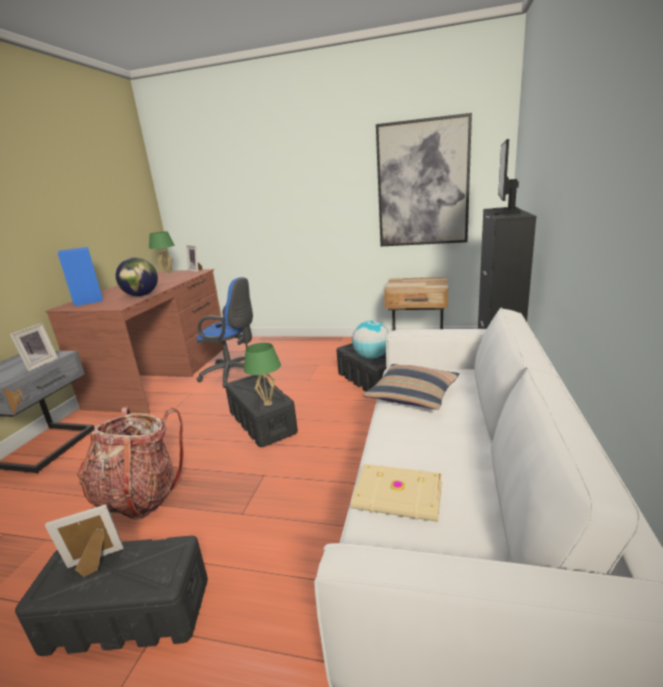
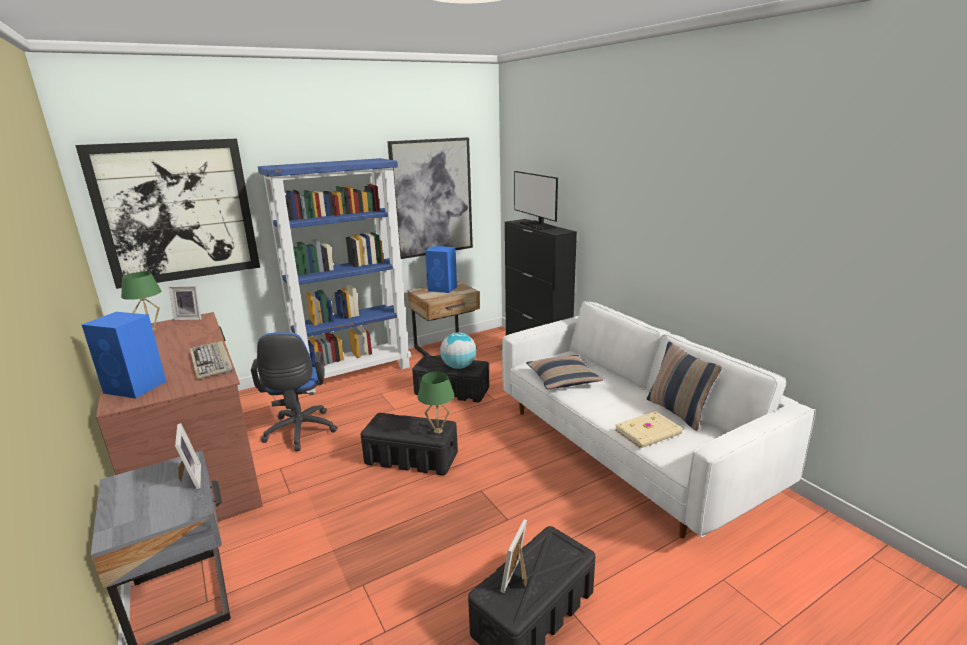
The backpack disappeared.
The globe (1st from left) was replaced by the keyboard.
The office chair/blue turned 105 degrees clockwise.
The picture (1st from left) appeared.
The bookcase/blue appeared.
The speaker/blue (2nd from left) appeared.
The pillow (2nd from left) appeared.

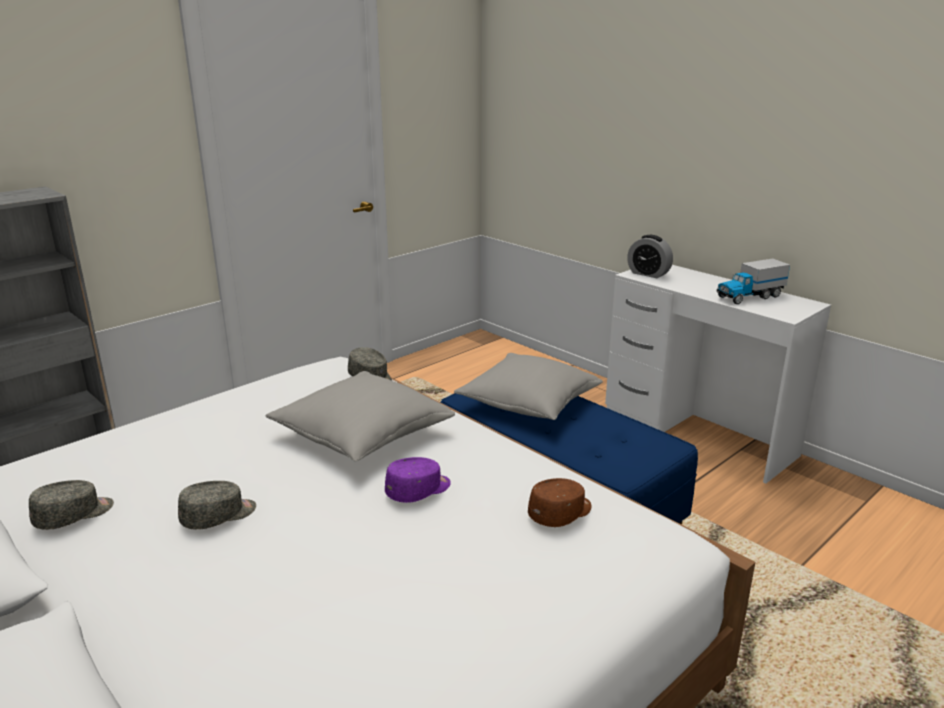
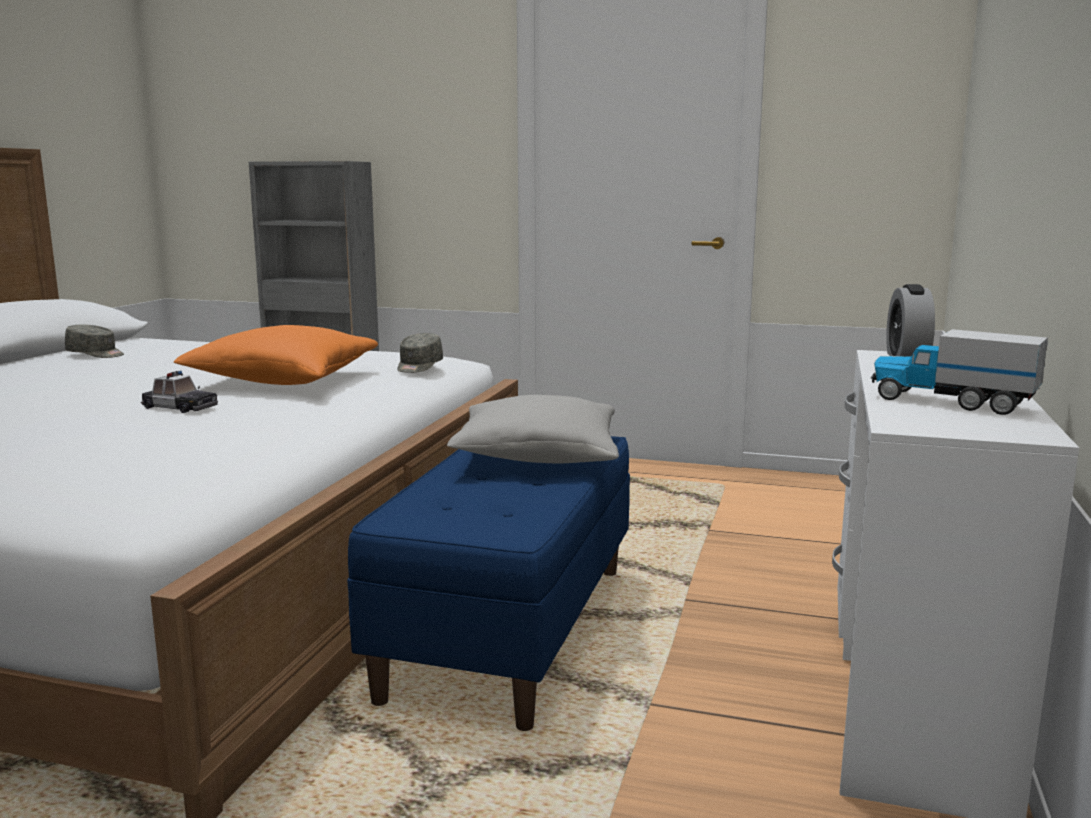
The cap/grey (2nd from left) disappeared.
The pillow/grey (1st from left) became the pillow/orange.
The cap/purple was replaced by the toy car.
The cap/brown disappeared.

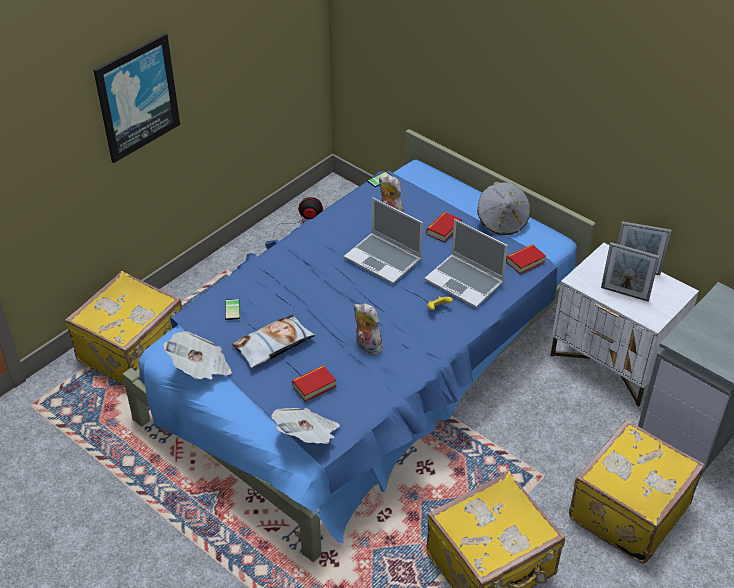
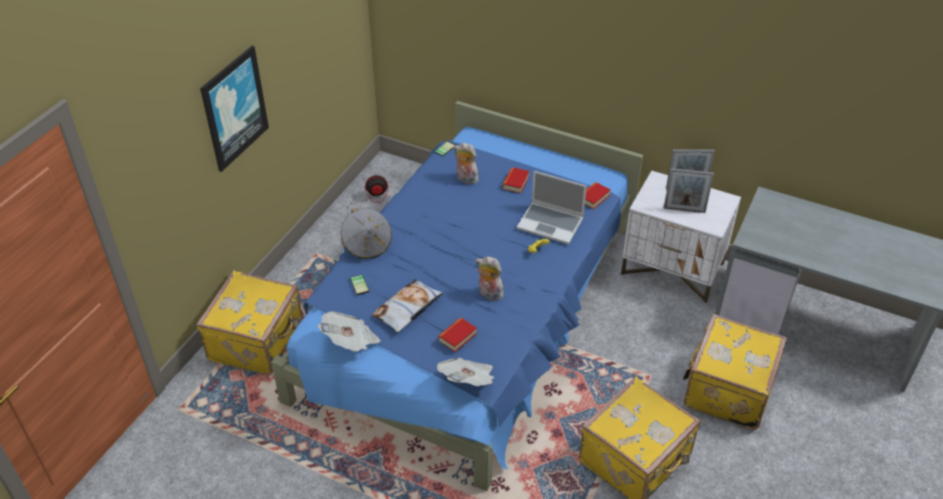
The laptop (1st from left) disappeared.
The hat/grey moved.

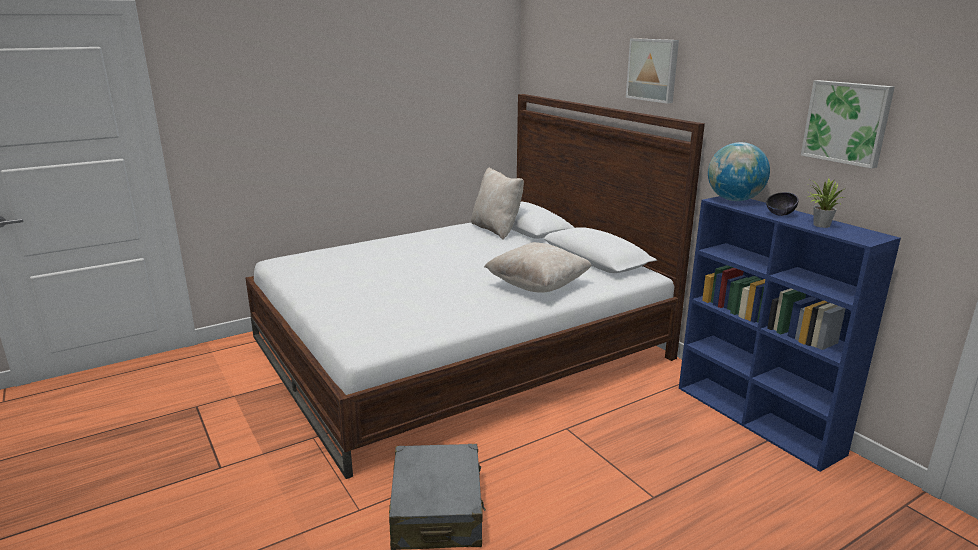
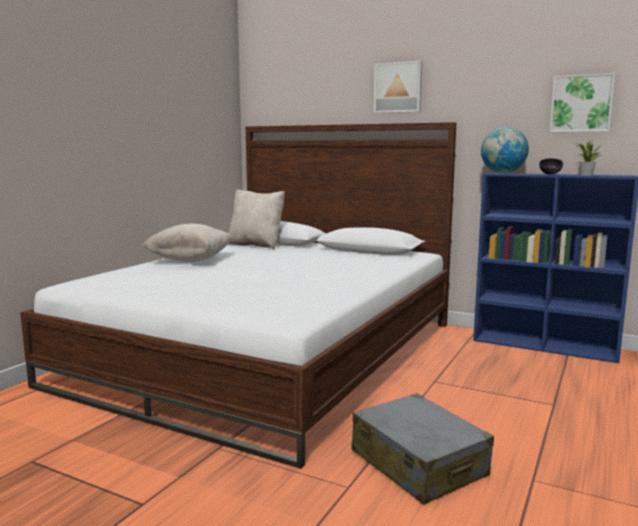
The pillow/beige (2nd from left in the first image) moved.

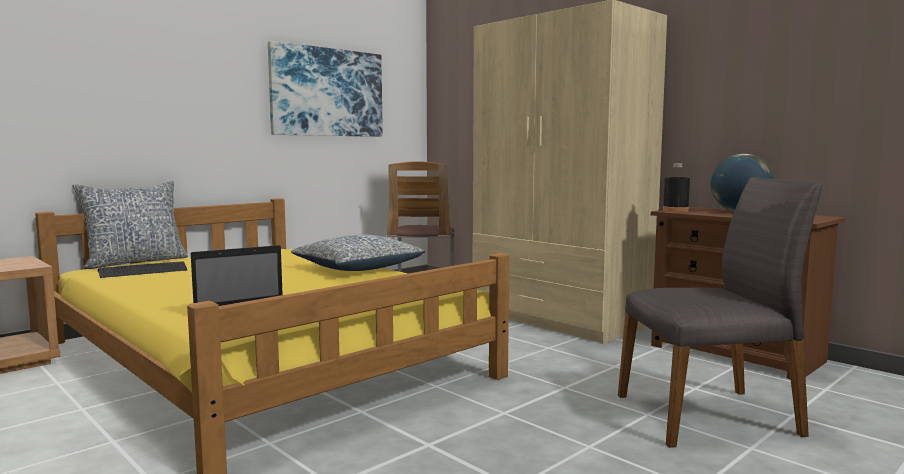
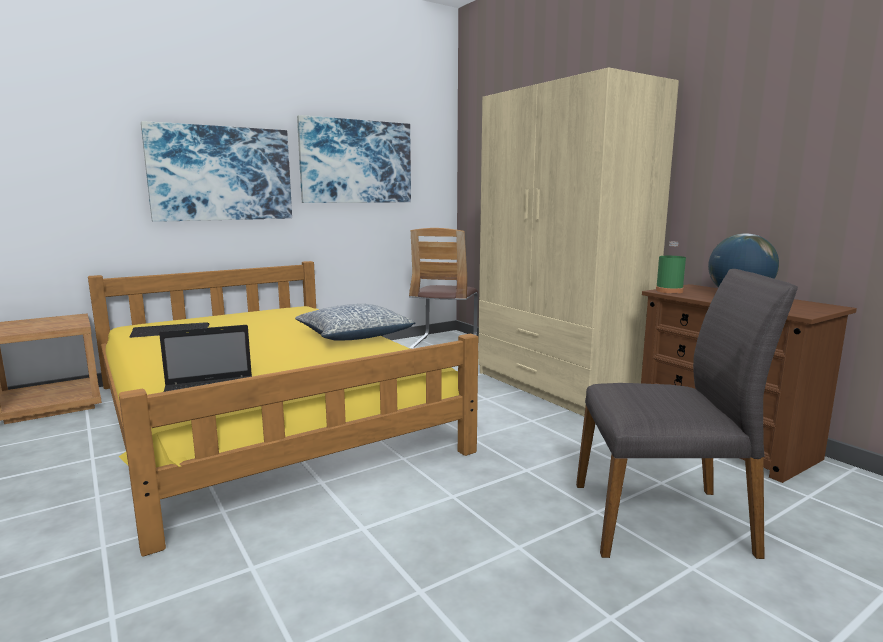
The pillow (1st from left) disappeared.
The bottle/black became the bottle/green.
The picture (1st from left) appeared.

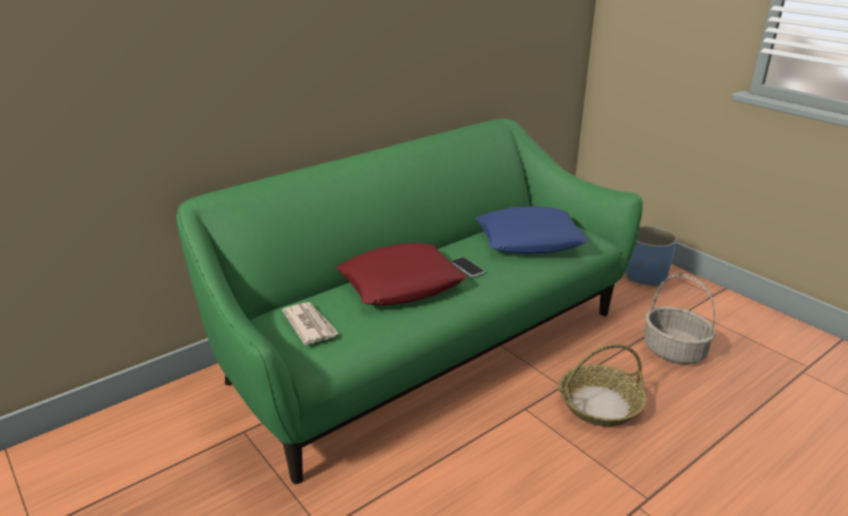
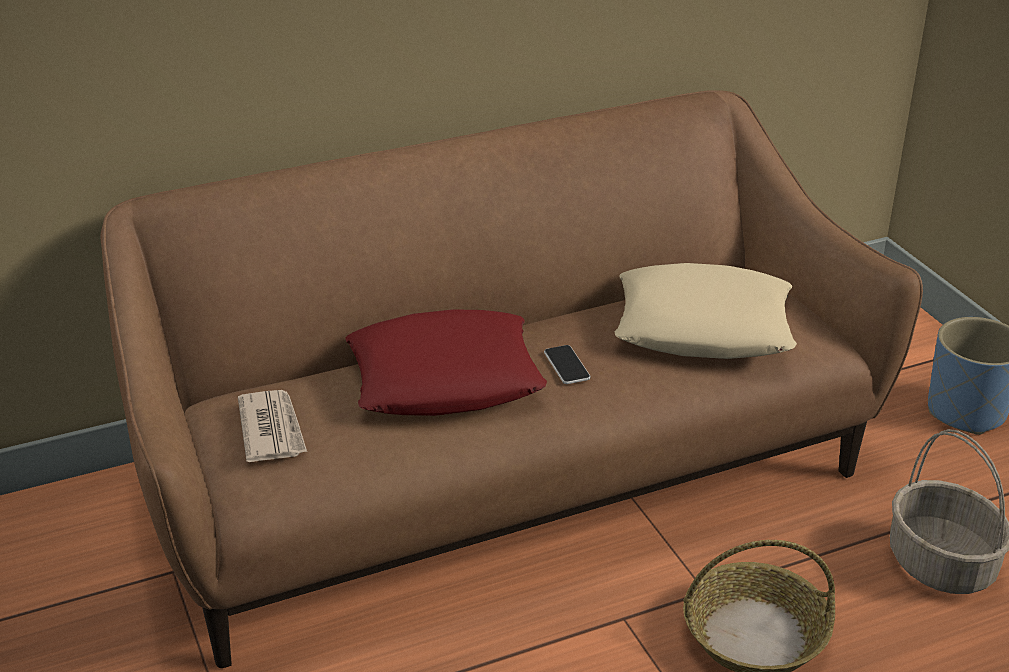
The sofa/green became the sofa/brown.
The pillow/blue became the pillow/beige.

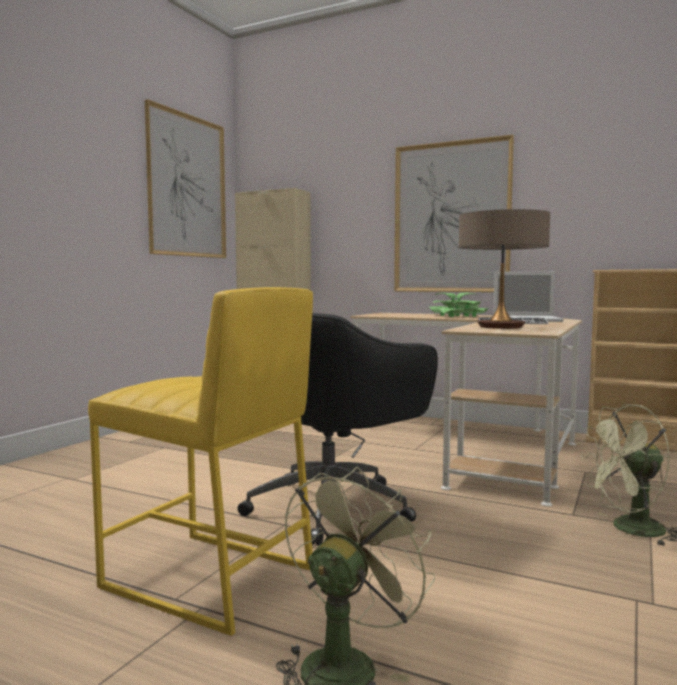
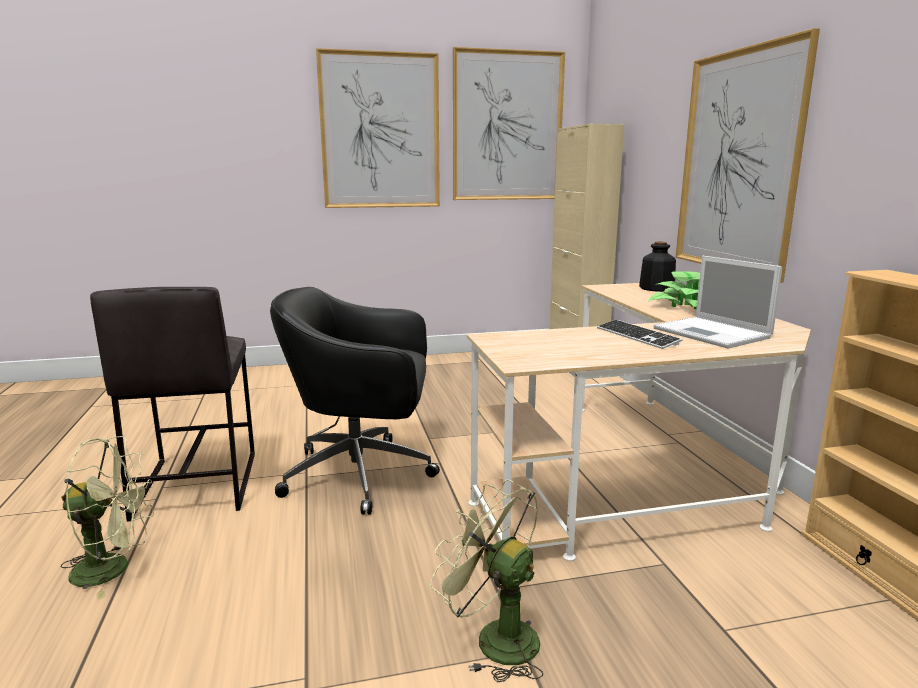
The stool/yellow became the stool/grey.
The table lamp disappeared.
The picture (1st from left) appeared.
The bottle appeared.

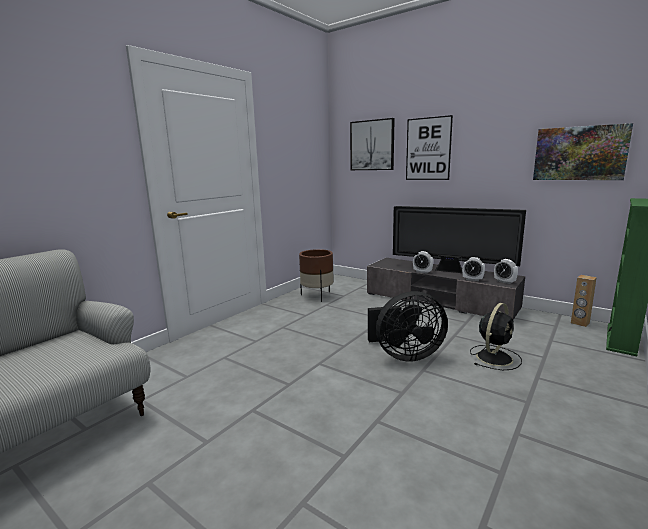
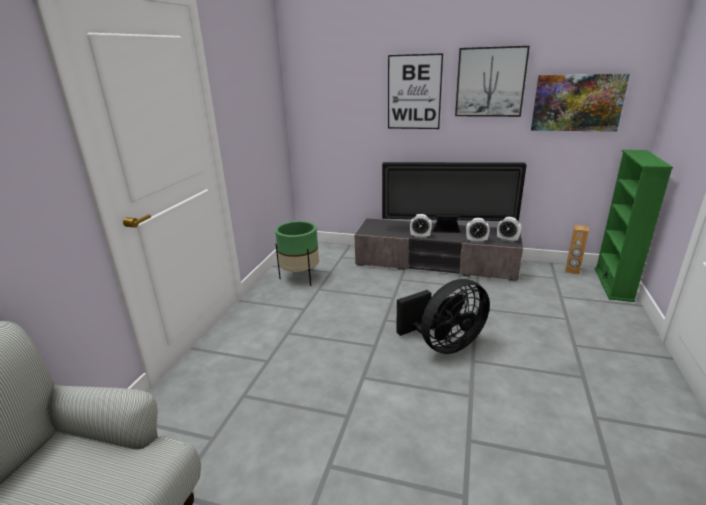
The planter/brown became the planter/green.
The picture (1st from left in the first image) moved.
The fan/black (2nd from left) disappeared.

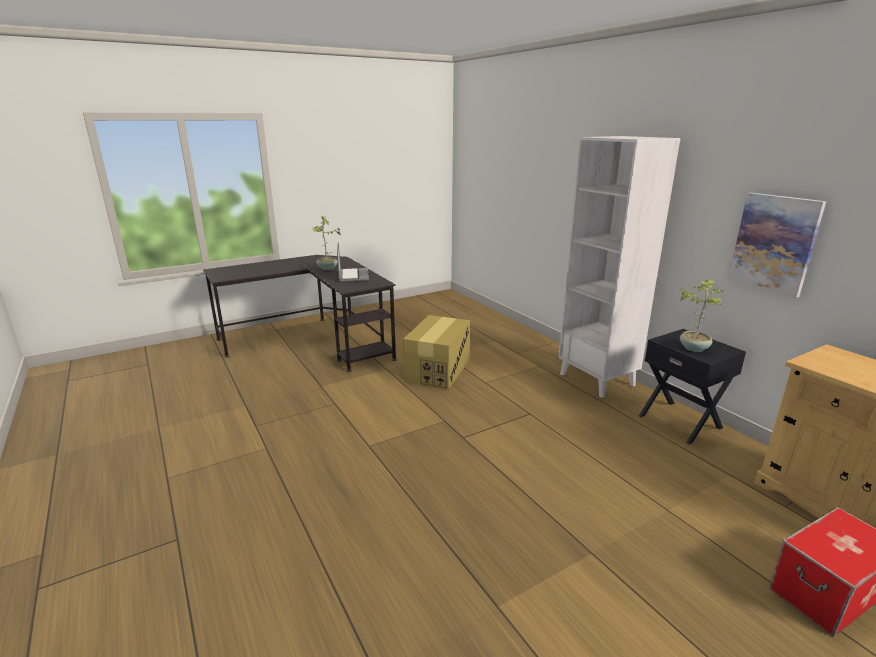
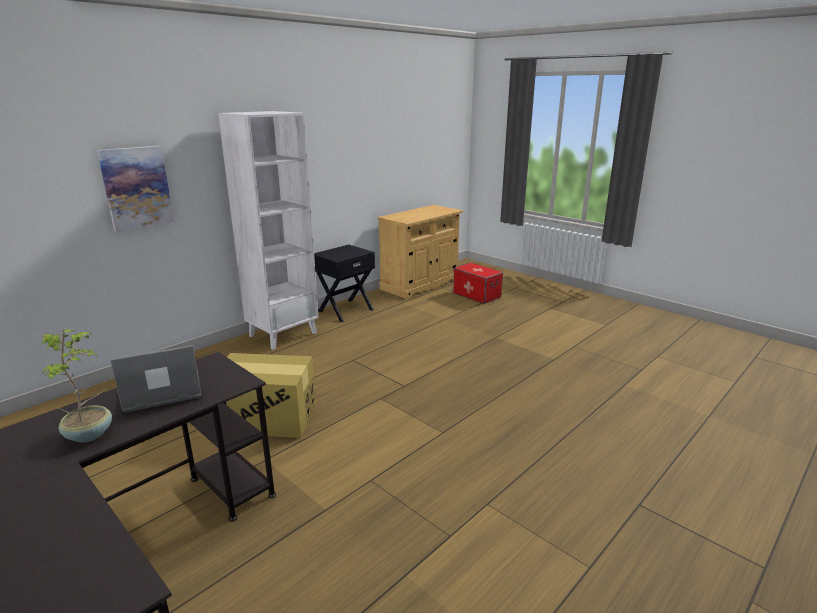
The potted plant (2nd from left) disappeared.
The picture moved.

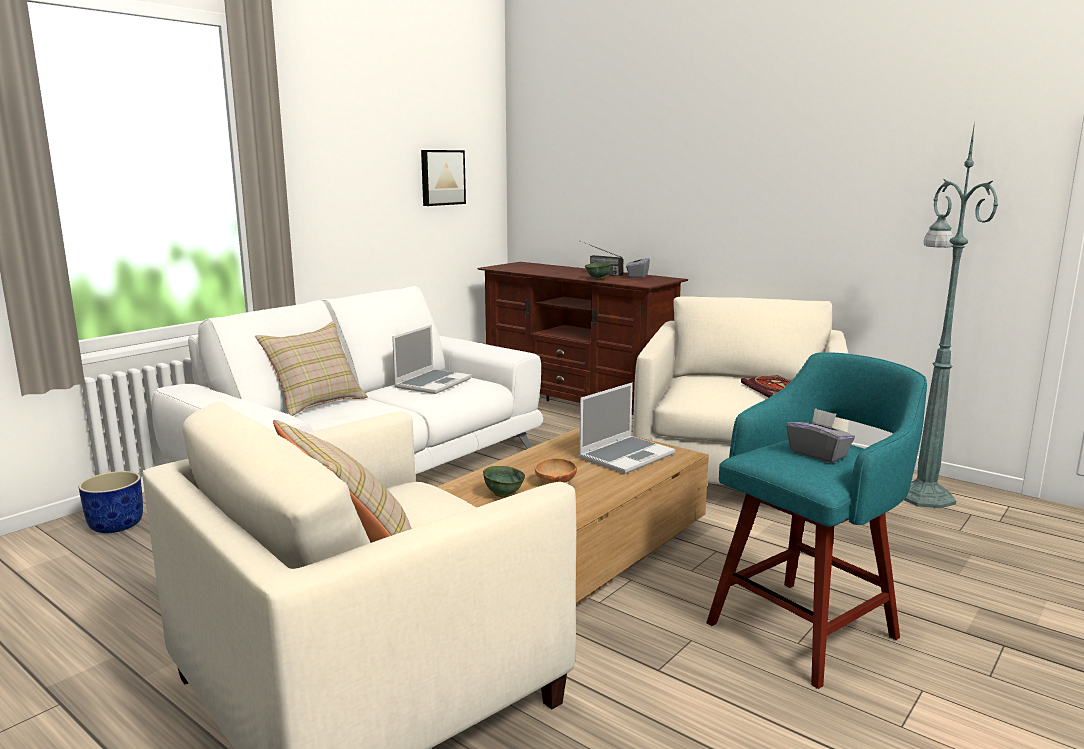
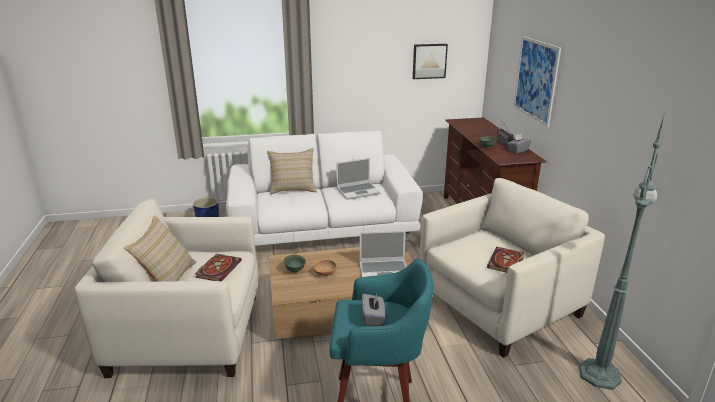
The book (1st from left) appeared.
The picture (2nd from left) appeared.

